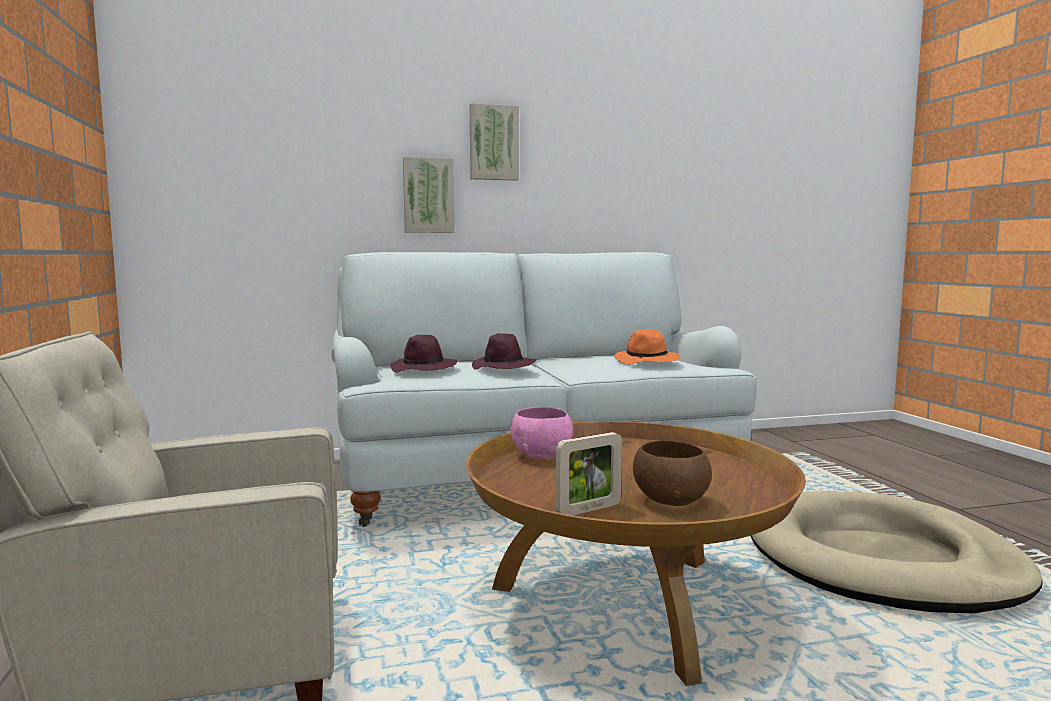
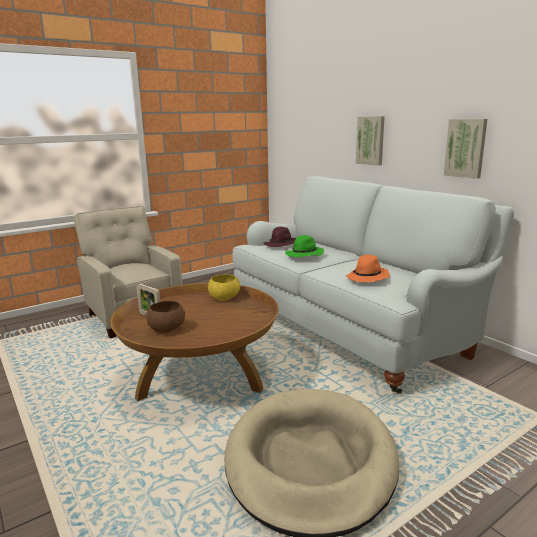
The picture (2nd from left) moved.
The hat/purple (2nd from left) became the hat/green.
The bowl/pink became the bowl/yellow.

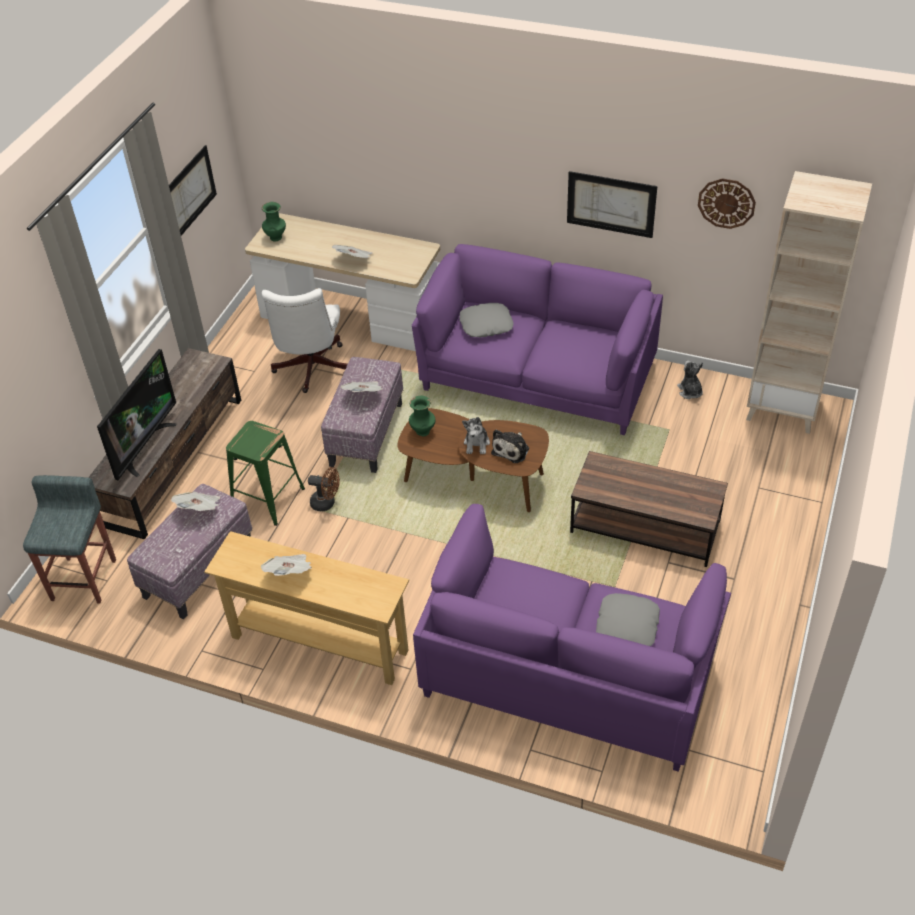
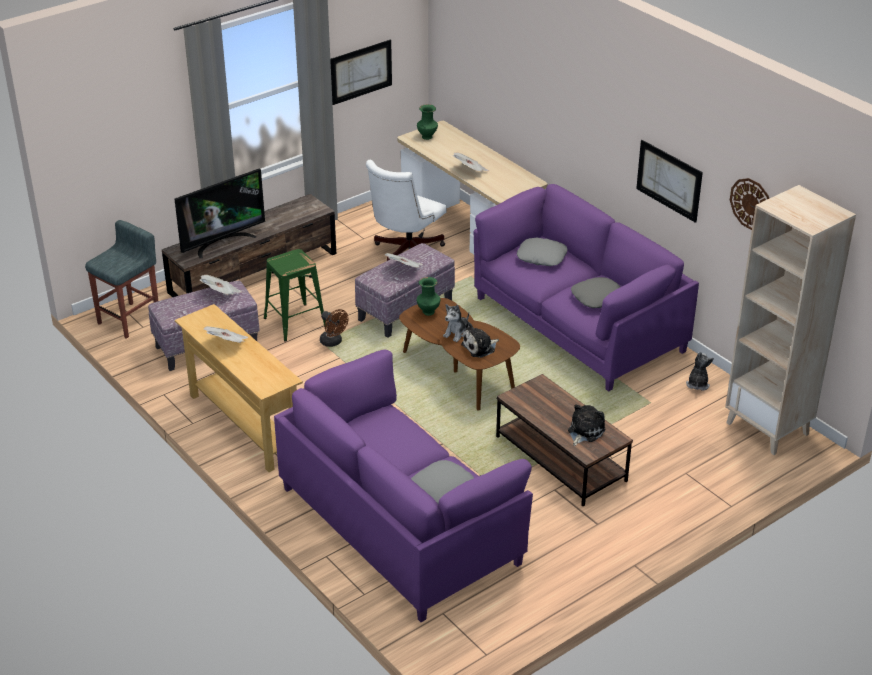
The plush toy (3rd from left) appeared.
The pillow/grey (3rd from left) appeared.

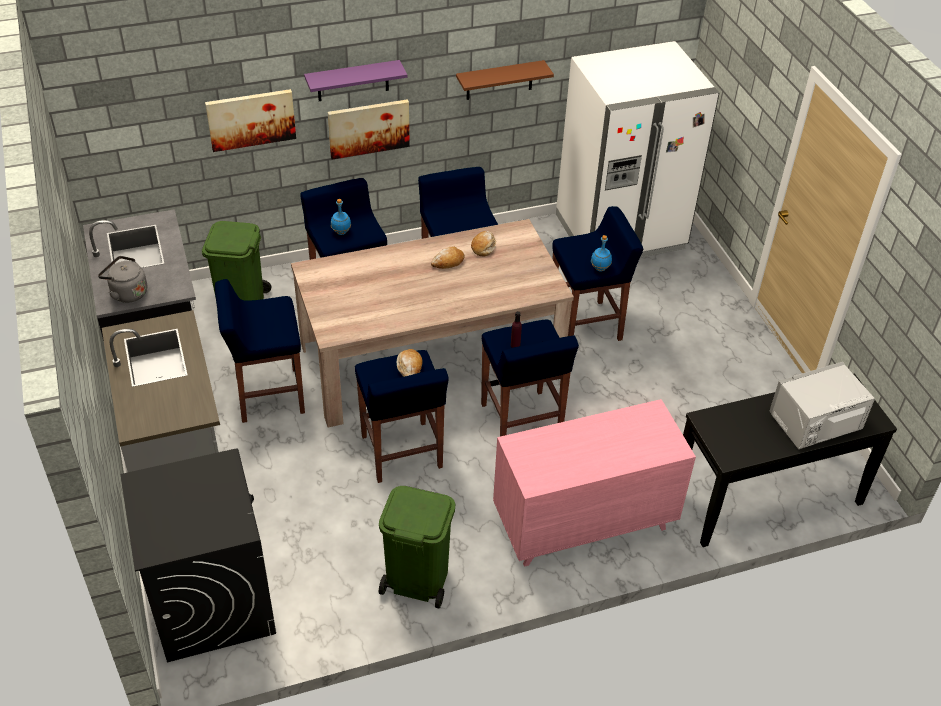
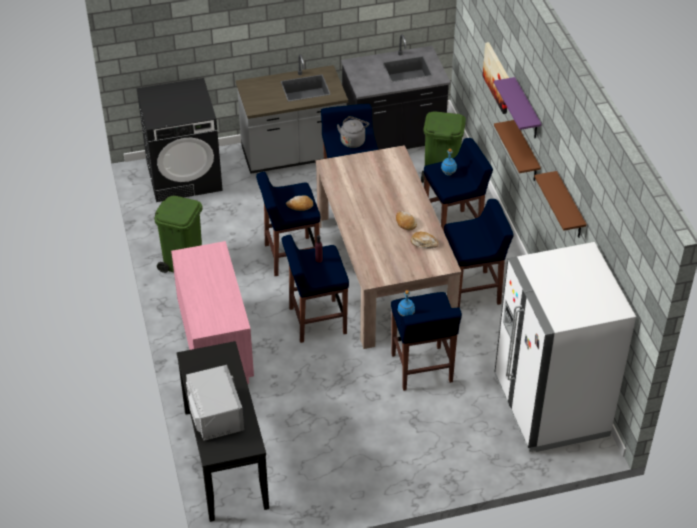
The kettle/grey moved.
The picture (2nd from left) was replaced by the shelf/brown (1st from left).

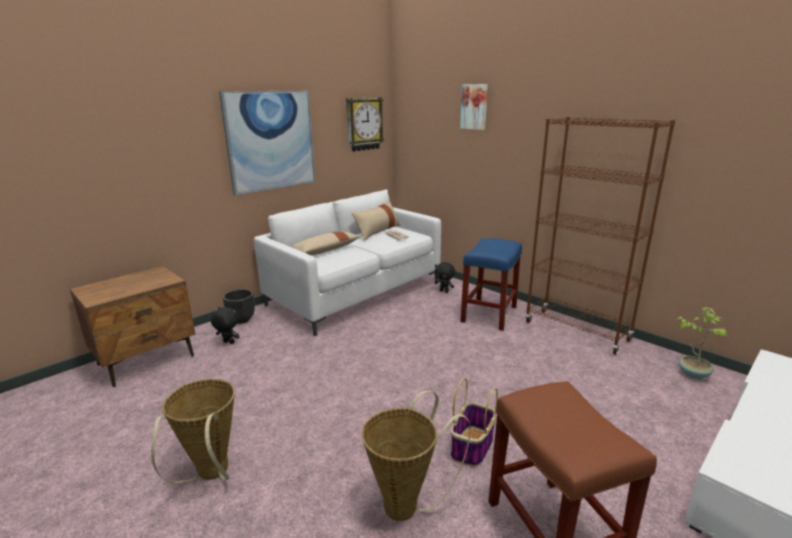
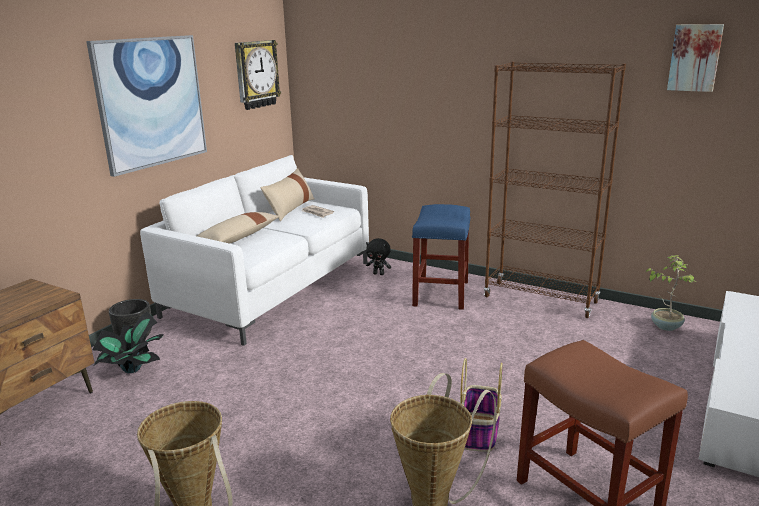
The plush toy/black (1st from left) was replaced by the potted plant (1st from left).
The picture (2nd from left) moved.

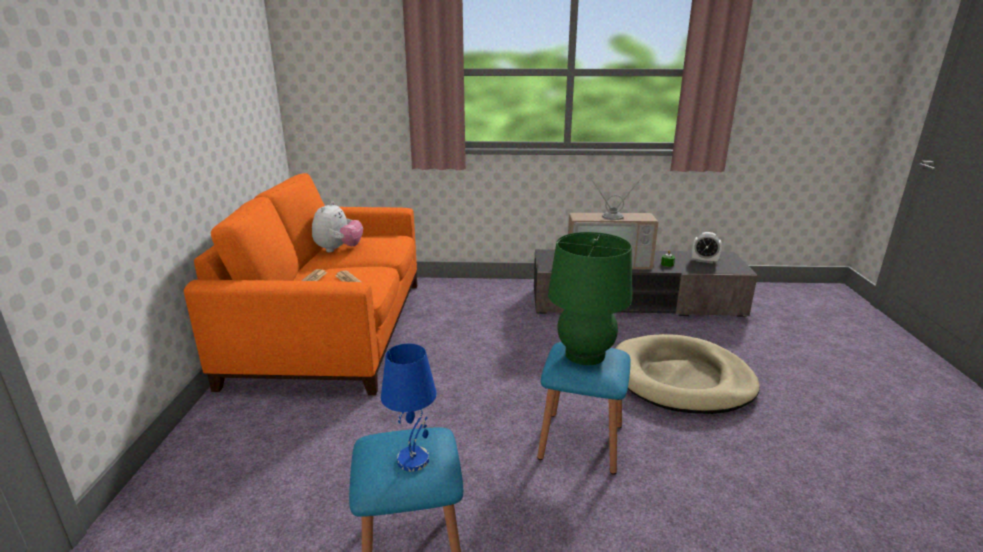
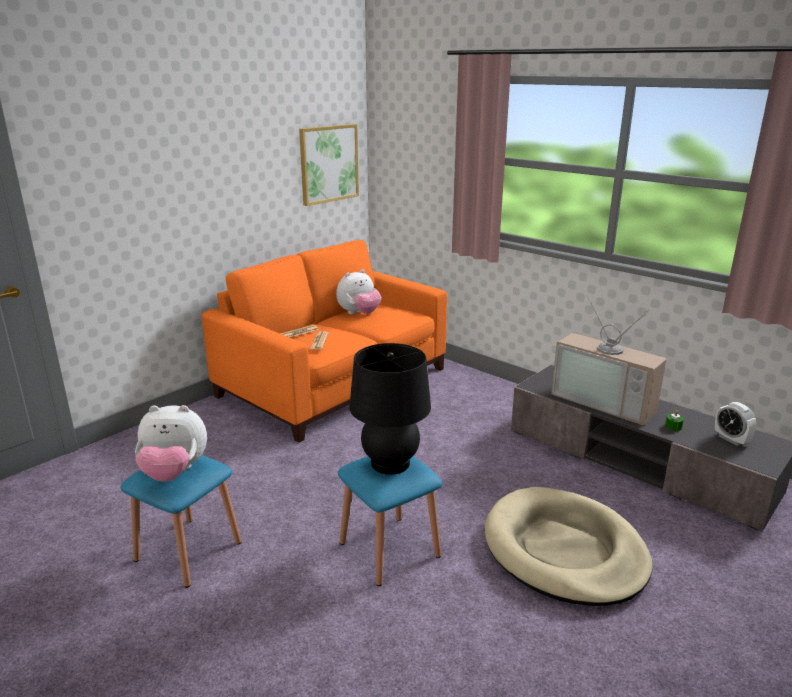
The table lamp/blue was replaced by the plush toy (1st from left).
The table lamp/green became the table lamp/black.
The picture appeared.

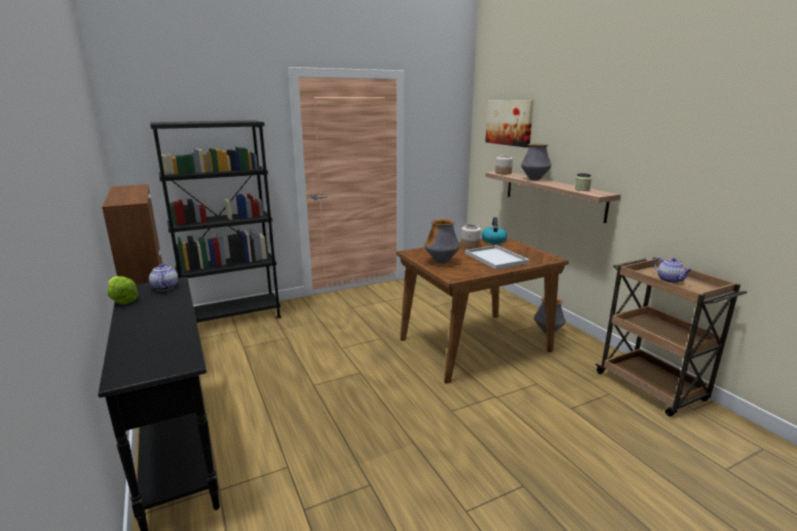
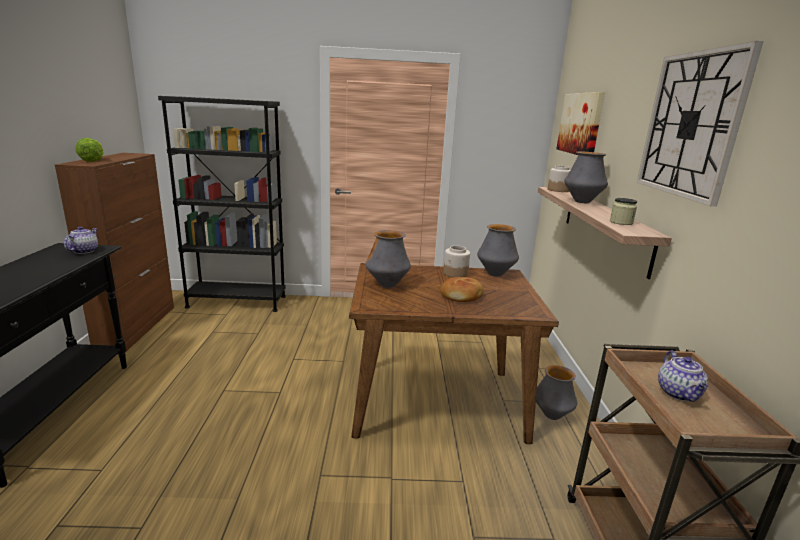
The lettuce moved.
The tray/white was replaced by the bread.
The kettle was replaced by the vase (2nd from left).
The wall clock appeared.

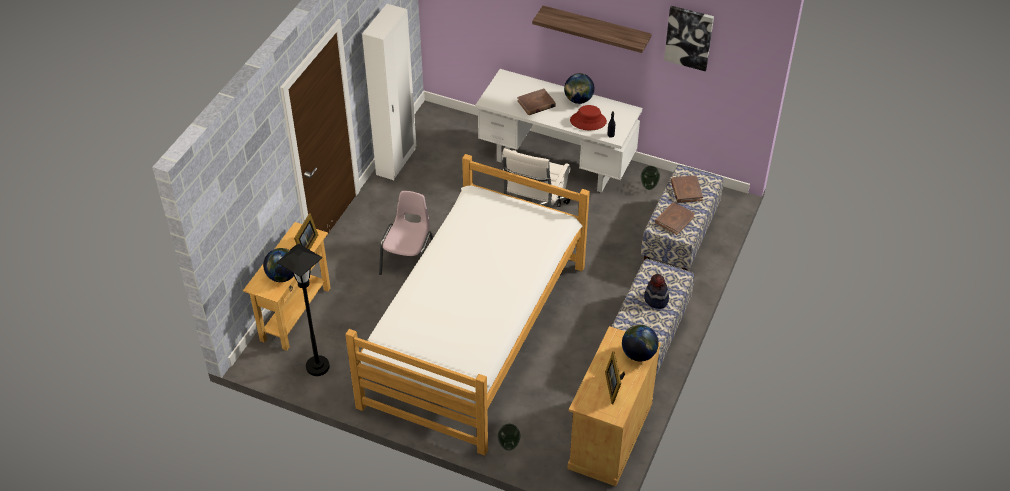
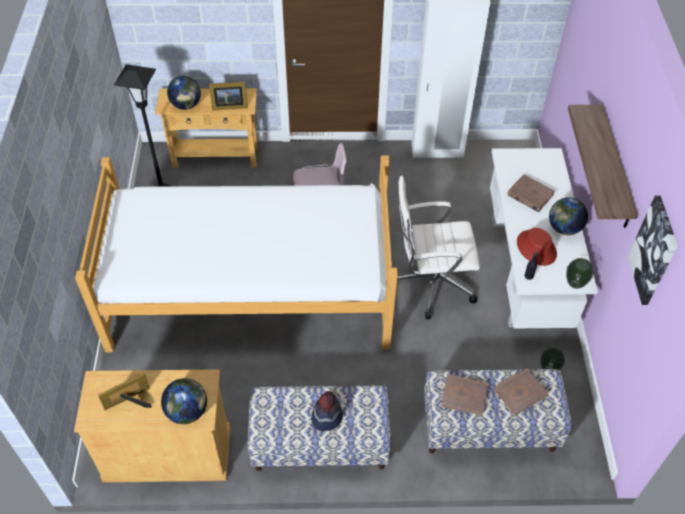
The vase (1st from left in the first image) moved.

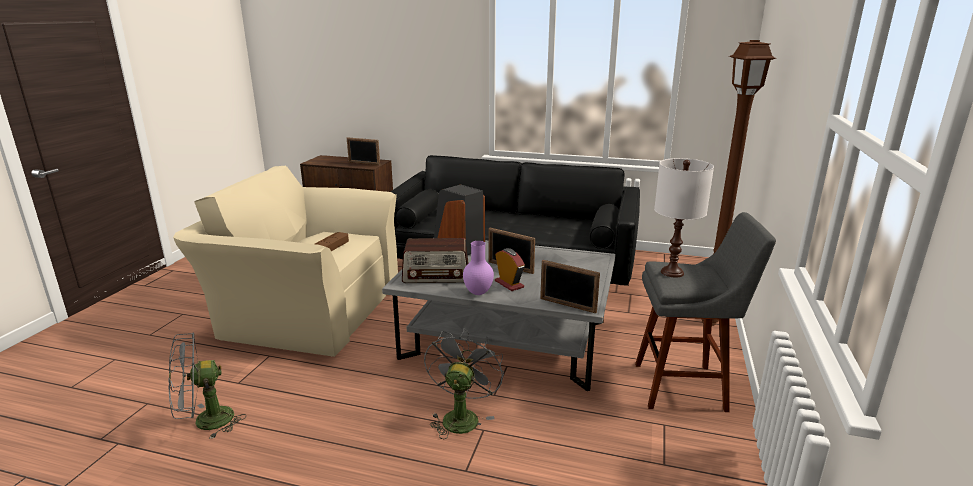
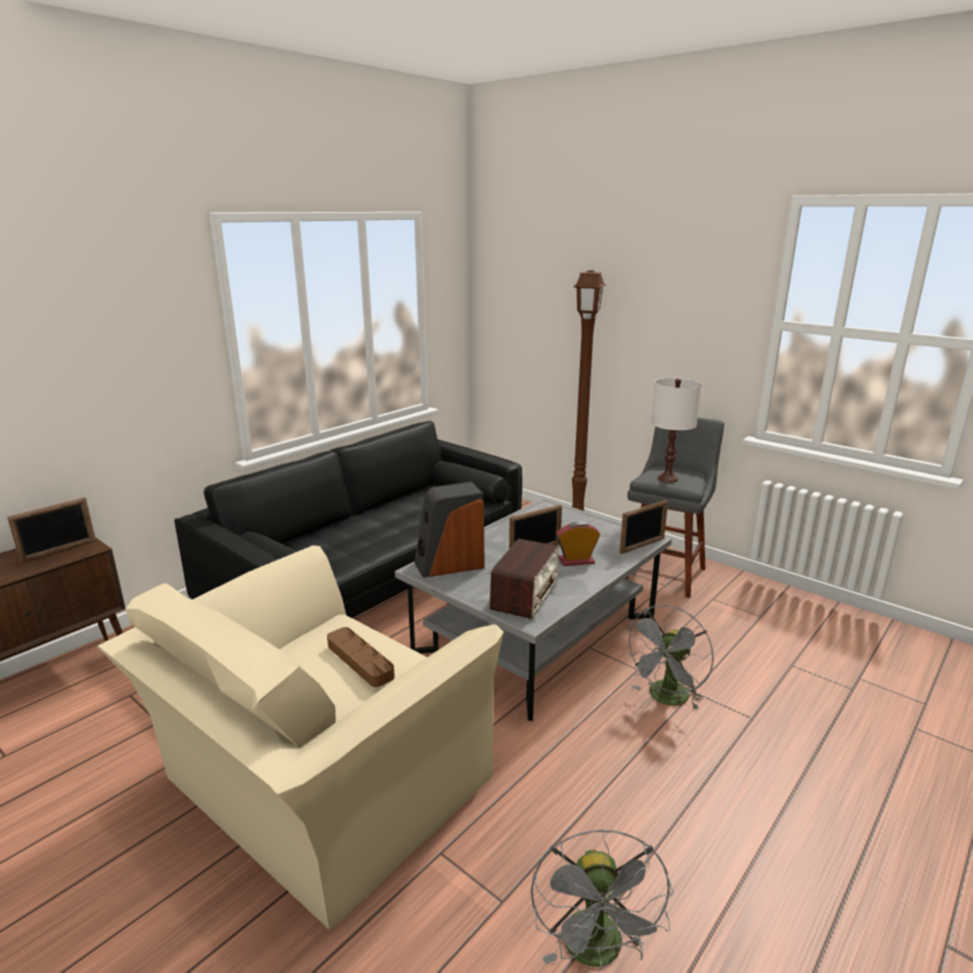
The fan/grey (2nd from left) turned 90 degrees counterclockwise.
The vase/purple disappeared.

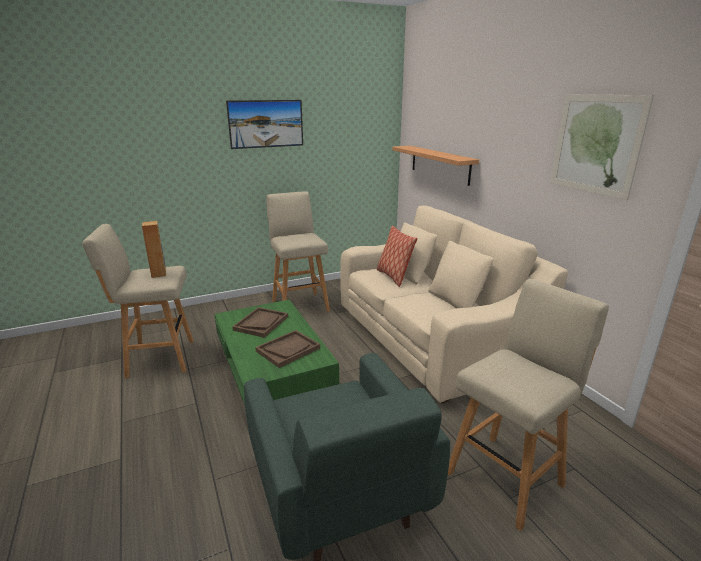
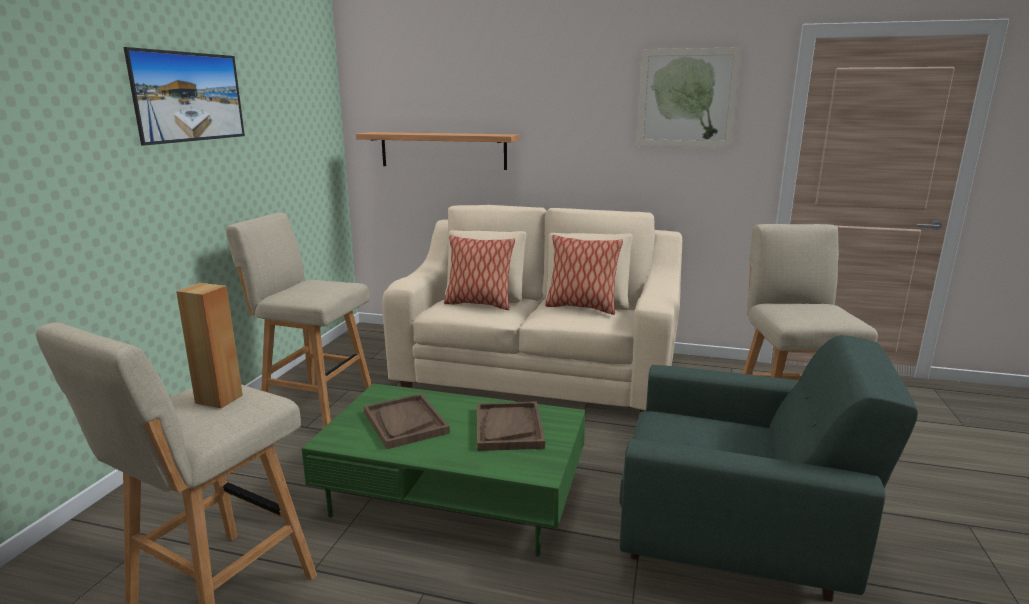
The pillow (2nd from left) appeared.

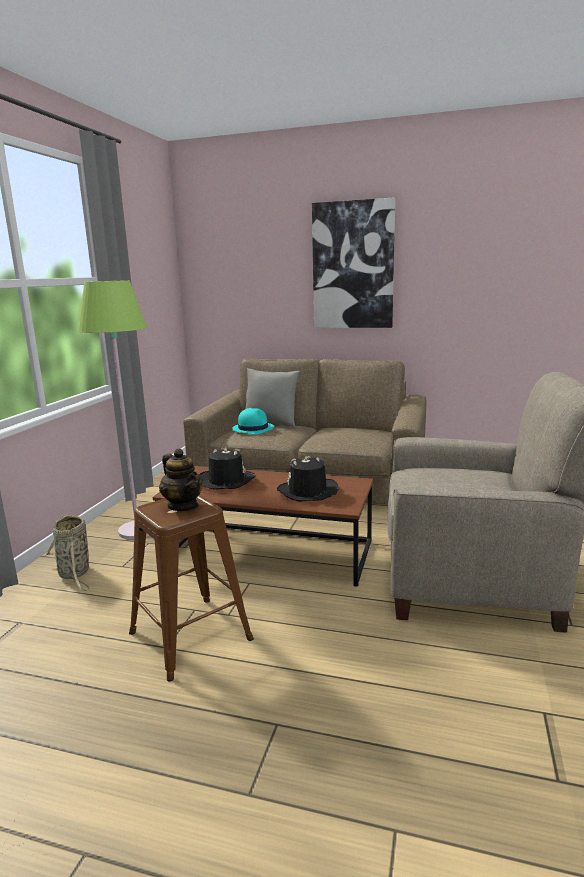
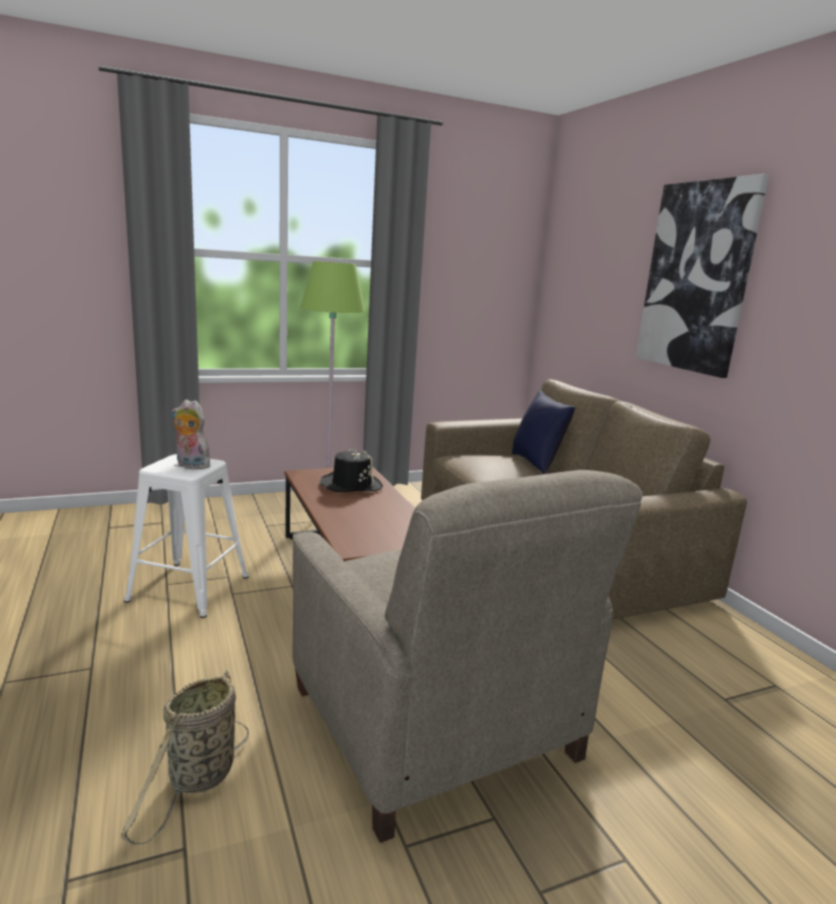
The basket moved.
The stool/brown became the stool/white.
The teapot was replaced by the plush toy.
The hat/turquoise disappeared.
The pillow/grey became the pillow/blue.
The hat/black (2nd from left) disappeared.

